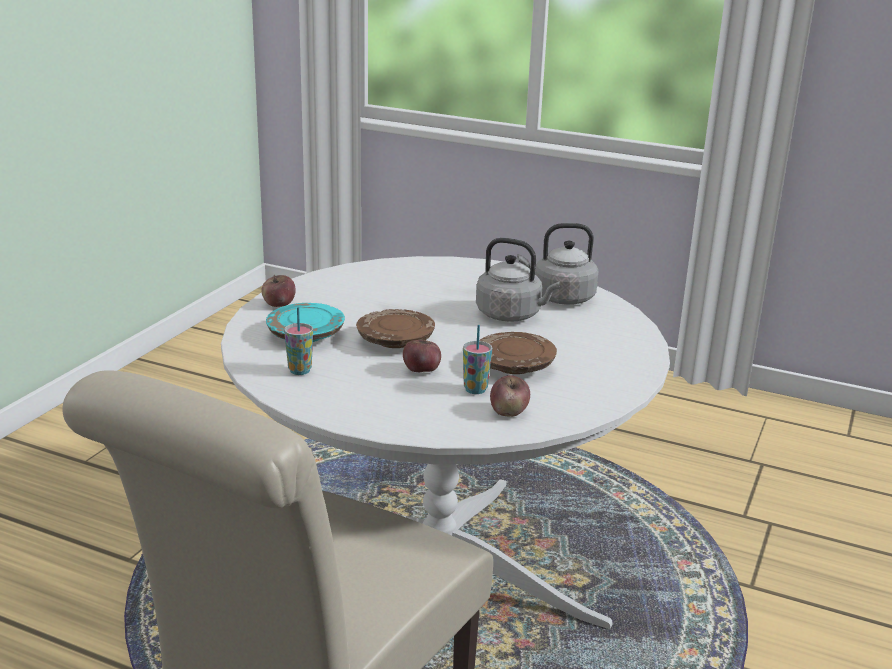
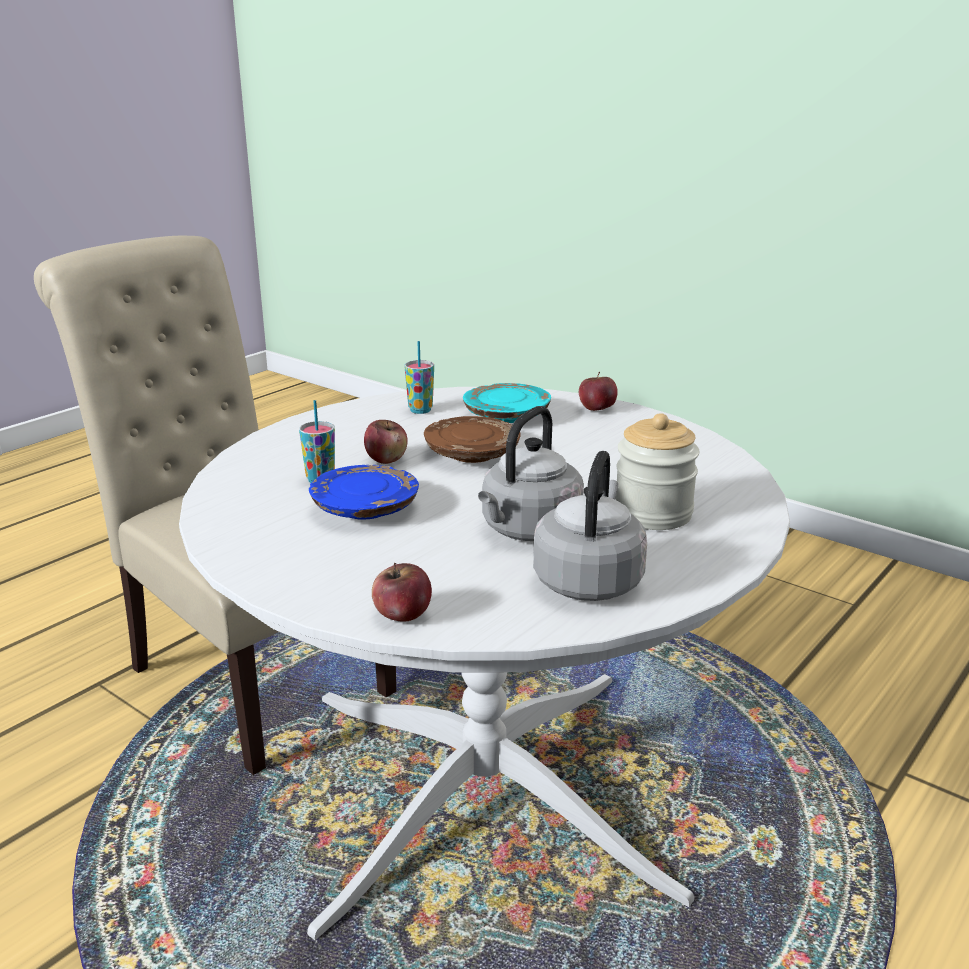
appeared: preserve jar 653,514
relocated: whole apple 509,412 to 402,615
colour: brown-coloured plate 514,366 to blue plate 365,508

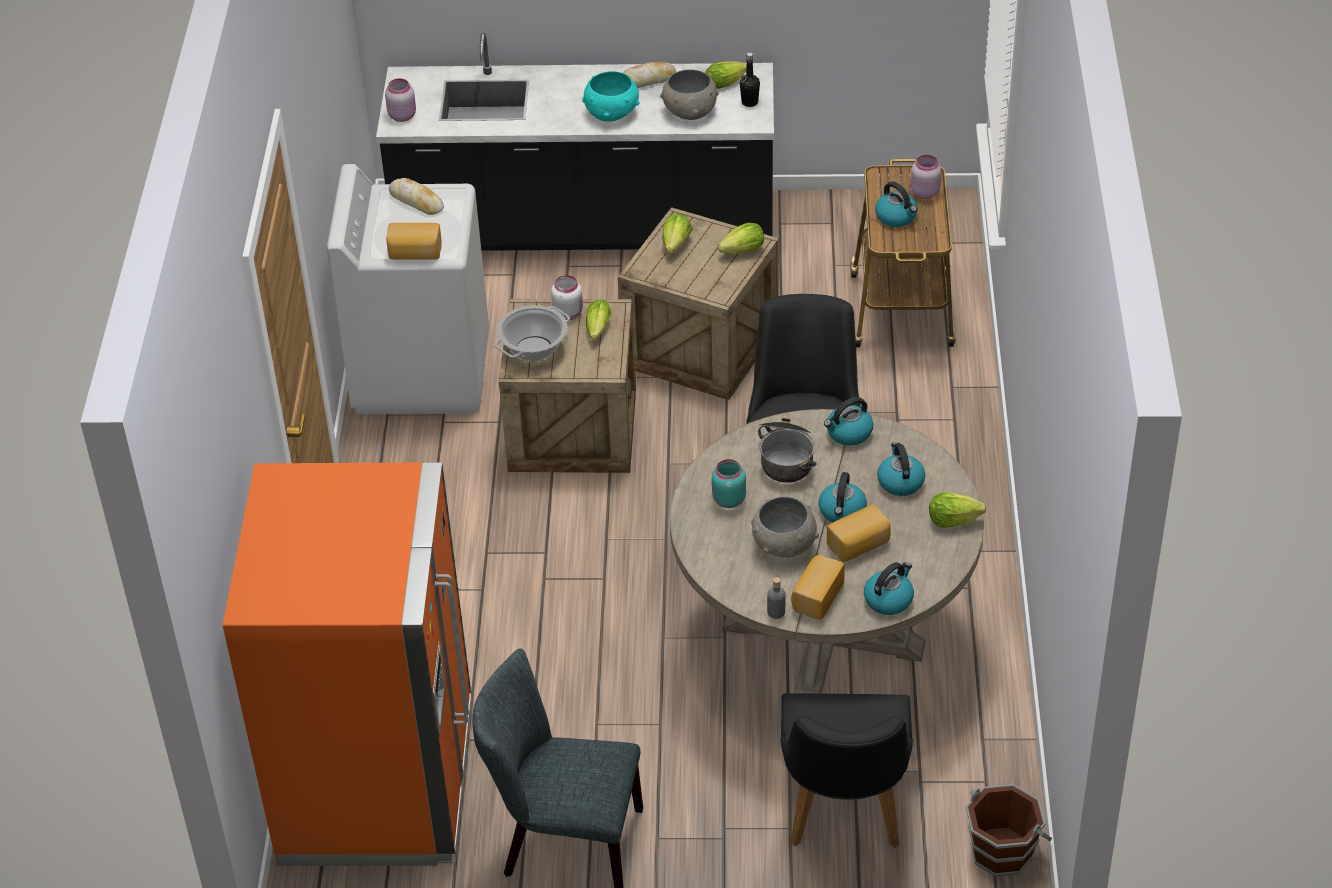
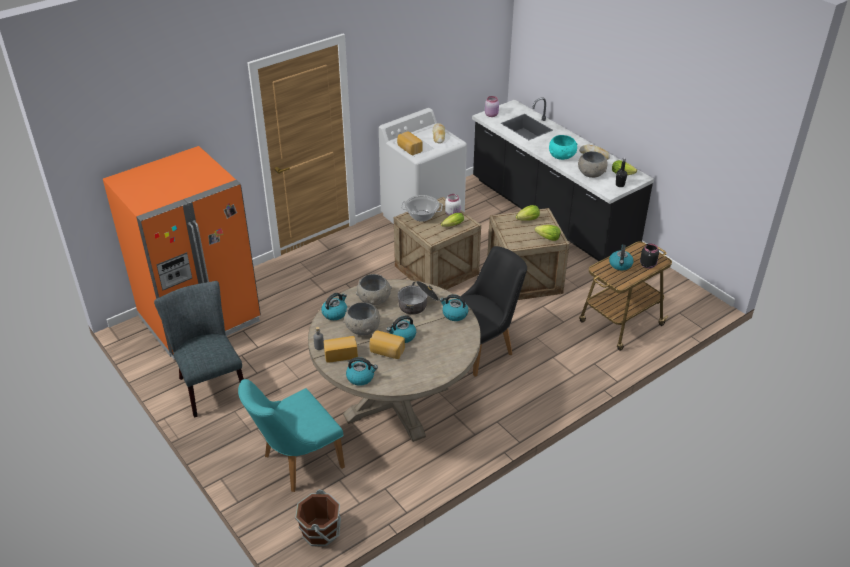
missing: head of lettuce 952,520
relocated: water kettle 900,481 to 335,313
exchanged: turquoise preserve jar 728,500 to greyish serving bowl 374,300
colour: black upright chair 843,815 to turquoise upright chair 296,463; pink preserve jar 925,192 to black preserve jar 648,264

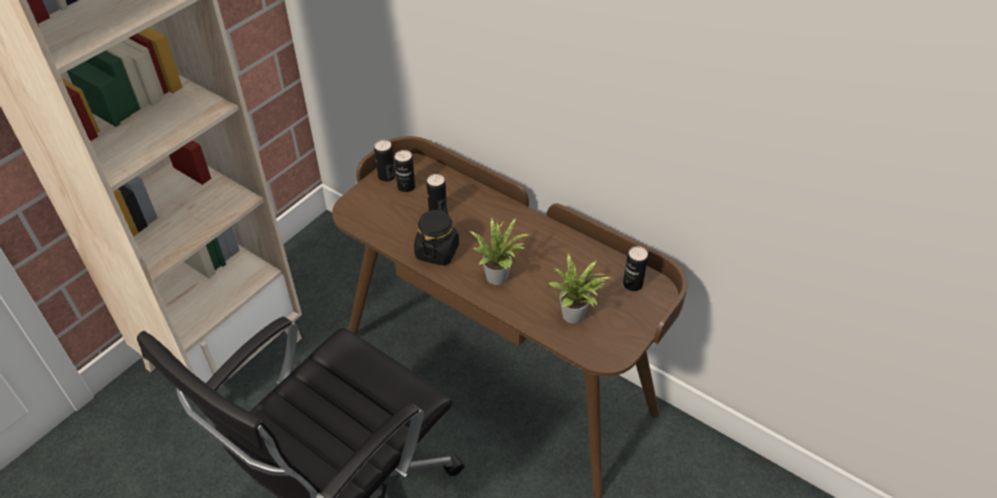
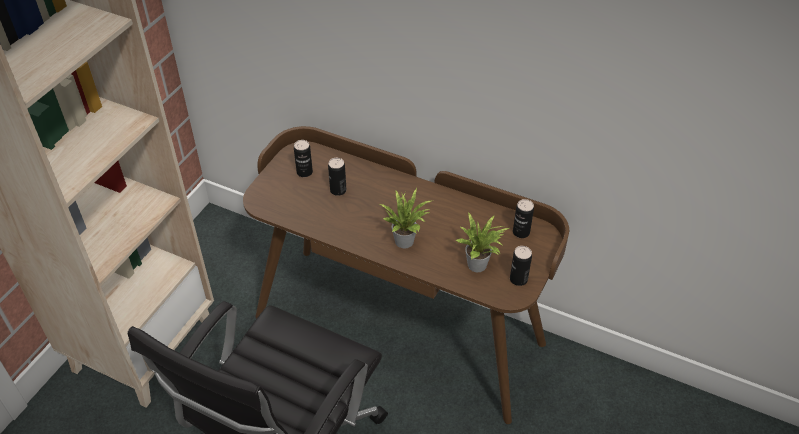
missing: black preserve jar 437,251
relocated: can 386,176 to 518,279

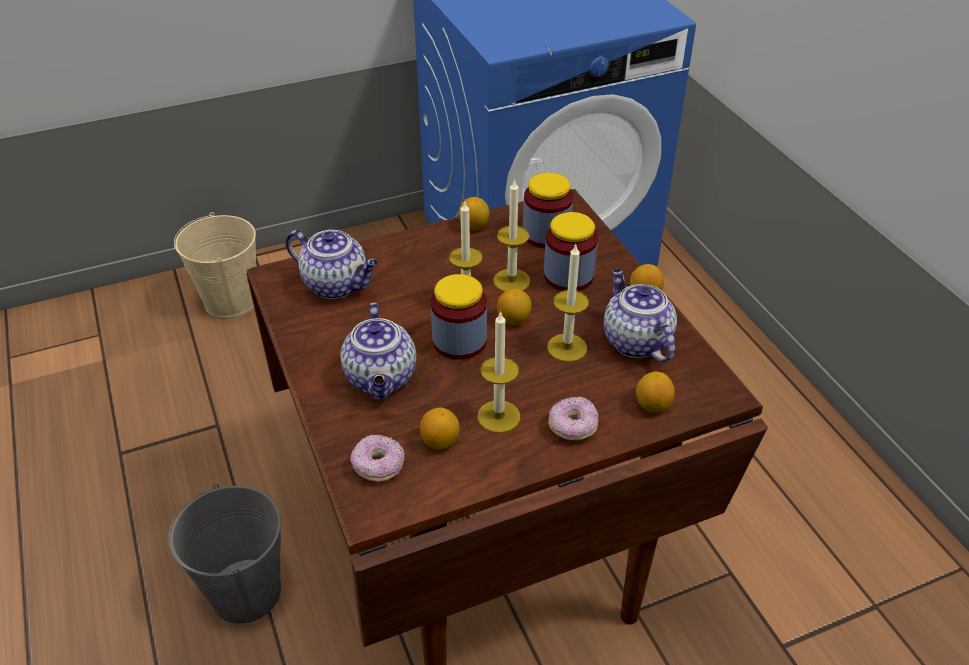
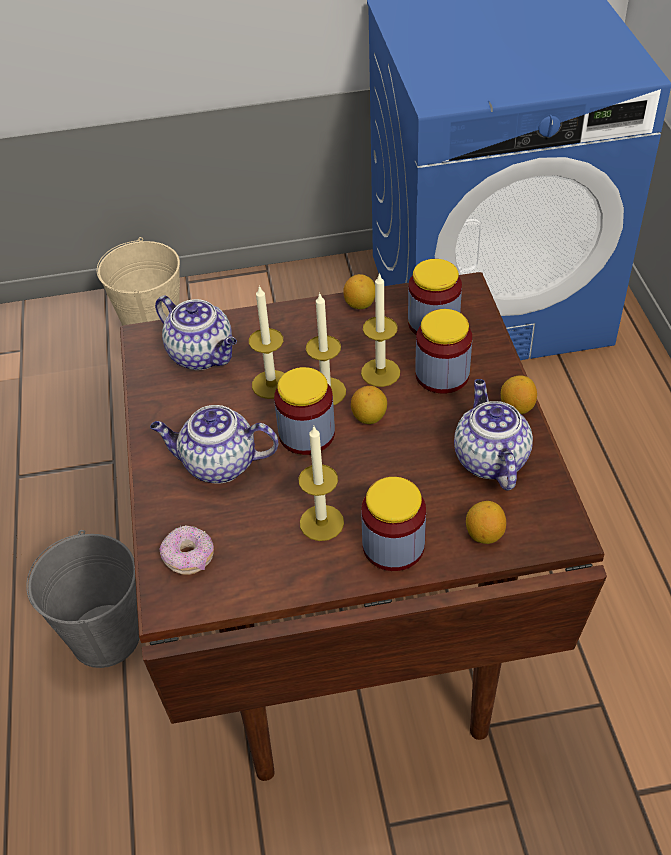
missing: citrus fruit 440,441
relocated: wax candle 567,347 to 271,384
exchanged: doughnut 573,427 to preserve jar 393,546
spun: teapot 382,379 = 218,464 90 degrees clockwise

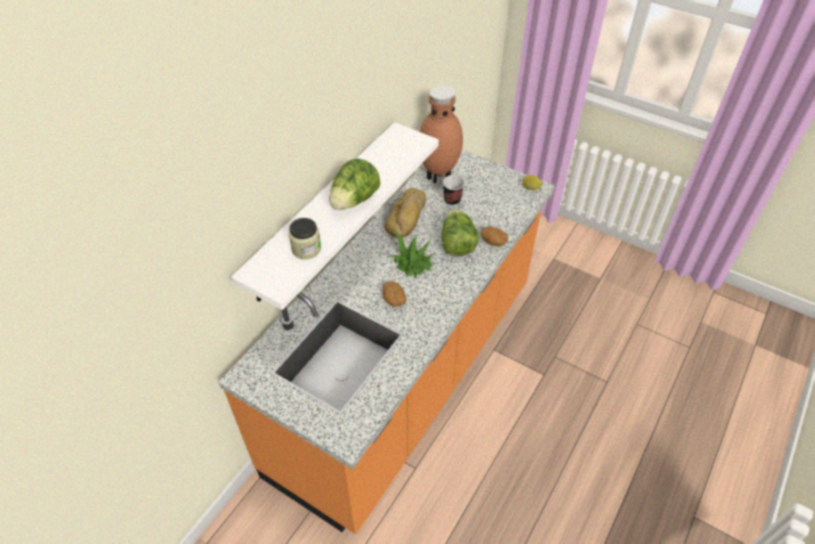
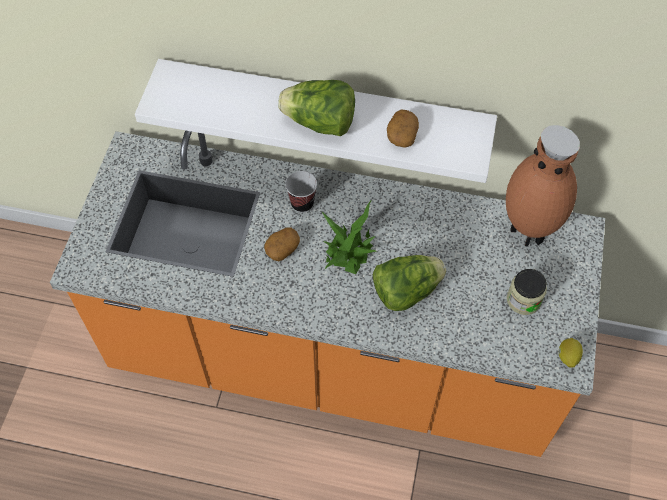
missing: bakery bread 408,217
relocated: preserve jar 306,249 to 523,300; drinking cup 452,200 to 302,203; potato 493,241 to 401,135

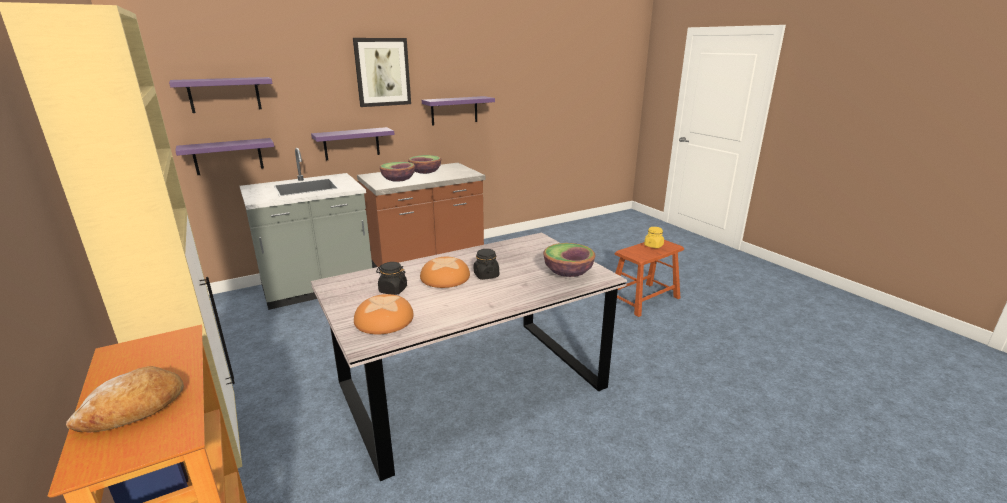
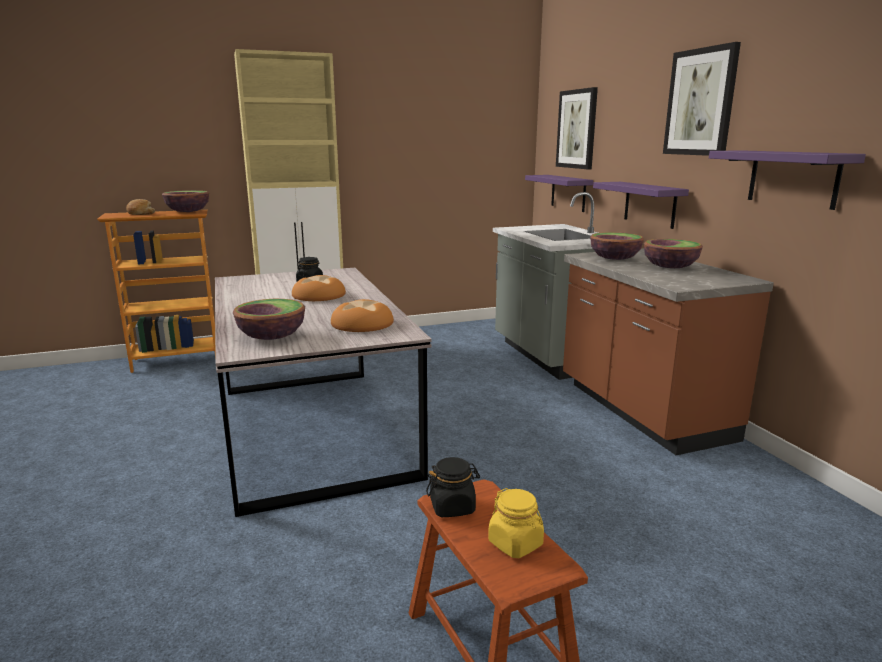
appeared: serving bowl 188,212
relocated: bakery bread 384,319 to 363,324; black preserve jar 486,275 to 452,507
exchanged: purple wall shelf 224,94 to picture 577,129

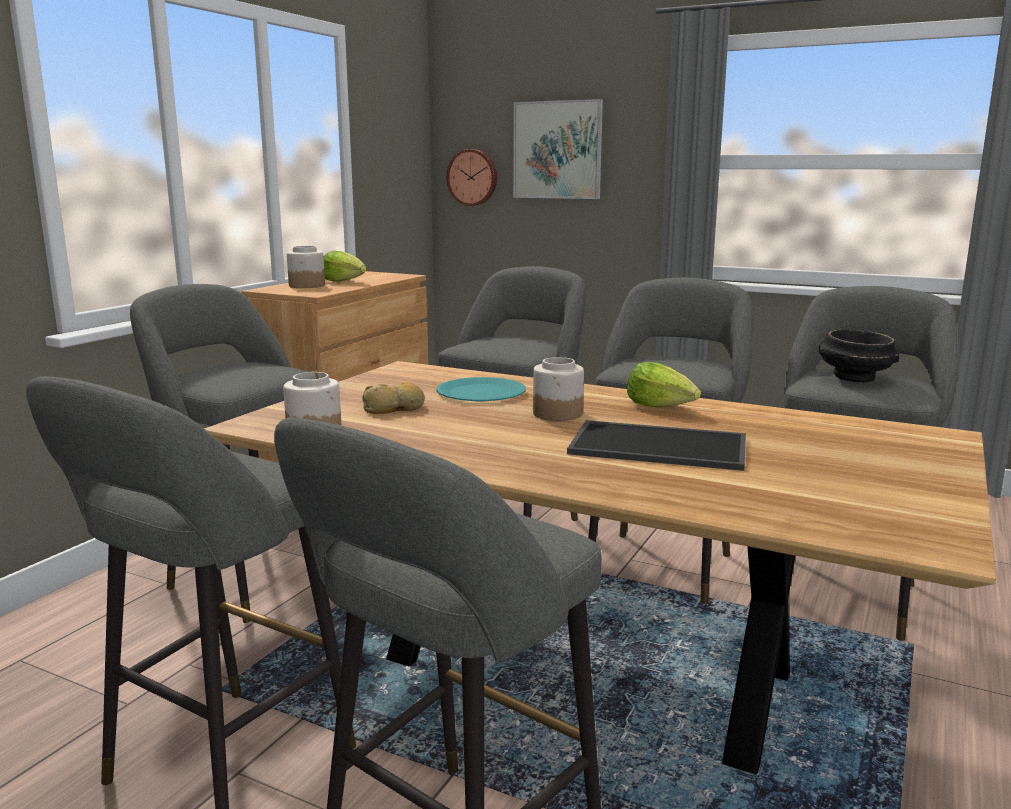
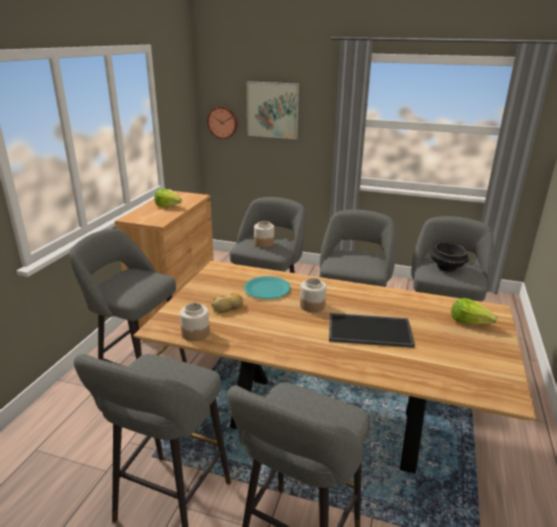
relocated: preserve jar 306,286 to 263,243; head of lettuce 661,406 to 469,322

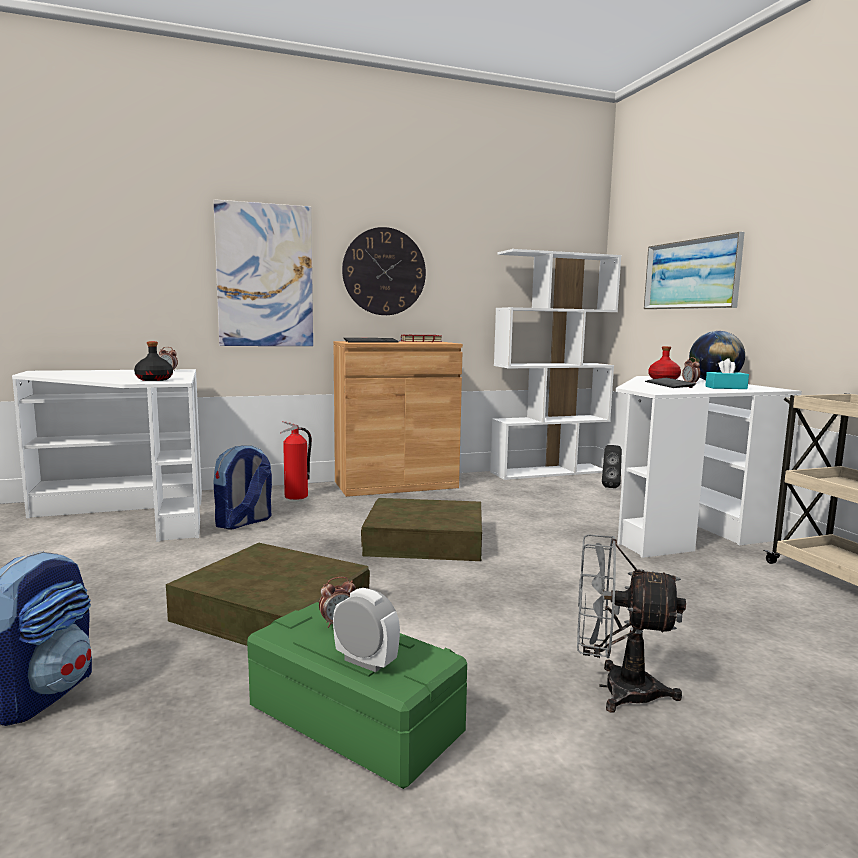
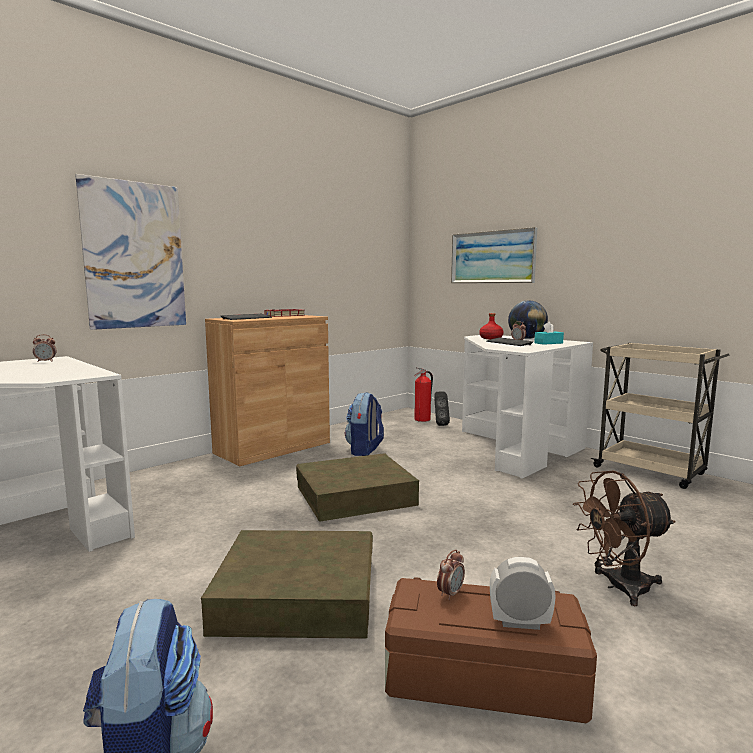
missing: black beverage bottle 154,380; clock on the wall 384,271; white-coloured bookshelf 549,472
relocated: rucksack 243,522 to 365,450; fire-fighting cylinder 296,496 to 422,419
colour: green storage bin 352,720 to brown-coloured storage bin 482,678; greyish cooling fan 615,689 to brown-coloured cooling fan 619,587

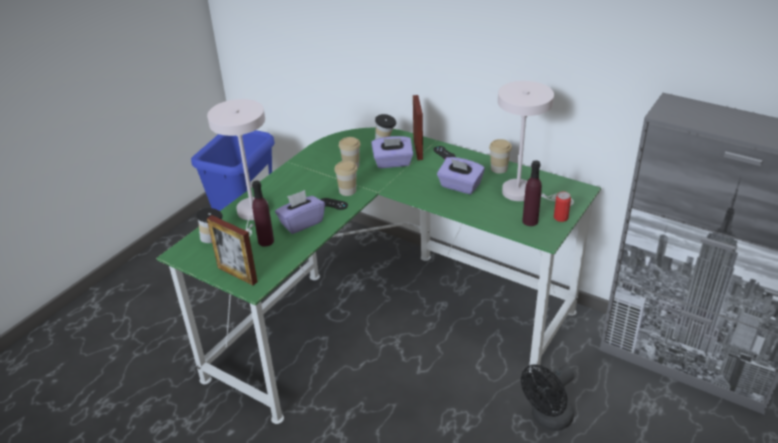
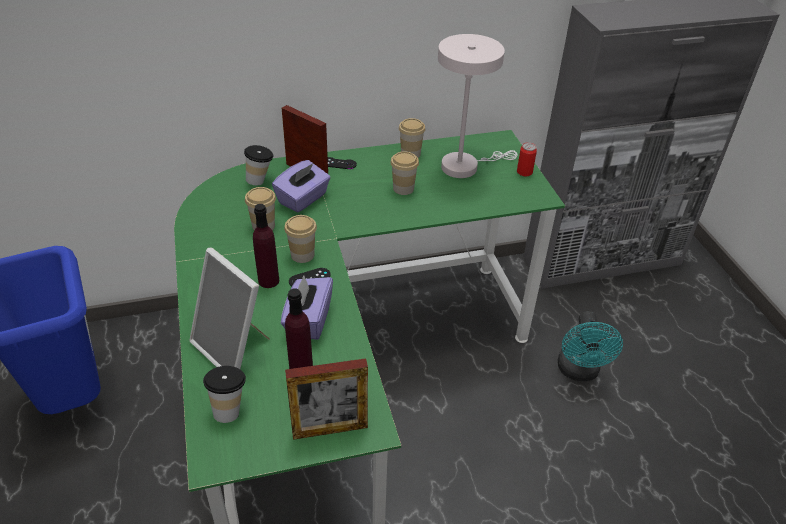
relocated: purple beverage bottle 530,221 to 268,280
exchanged: white-coloured lamp for a table 252,214 to picture frame 234,348; purple box of tissues 460,186 to drinking cup 403,188
colour: black cooling fan 547,419 to turquoise cooling fan 579,372

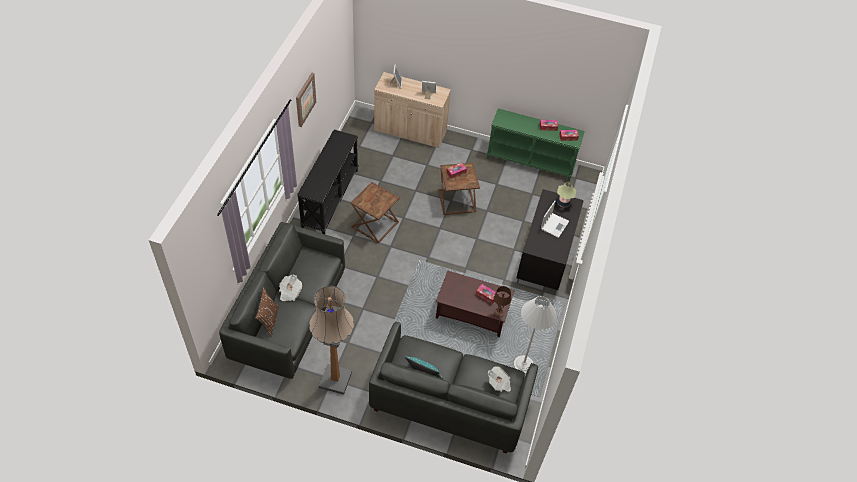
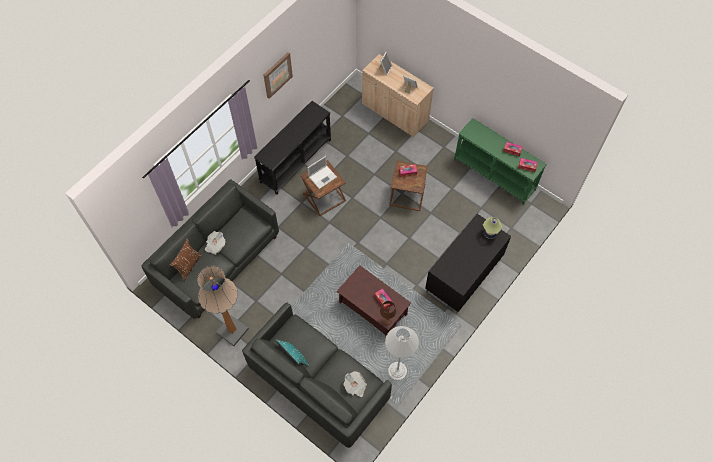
relocated: portable computer 554,225 to 323,176

